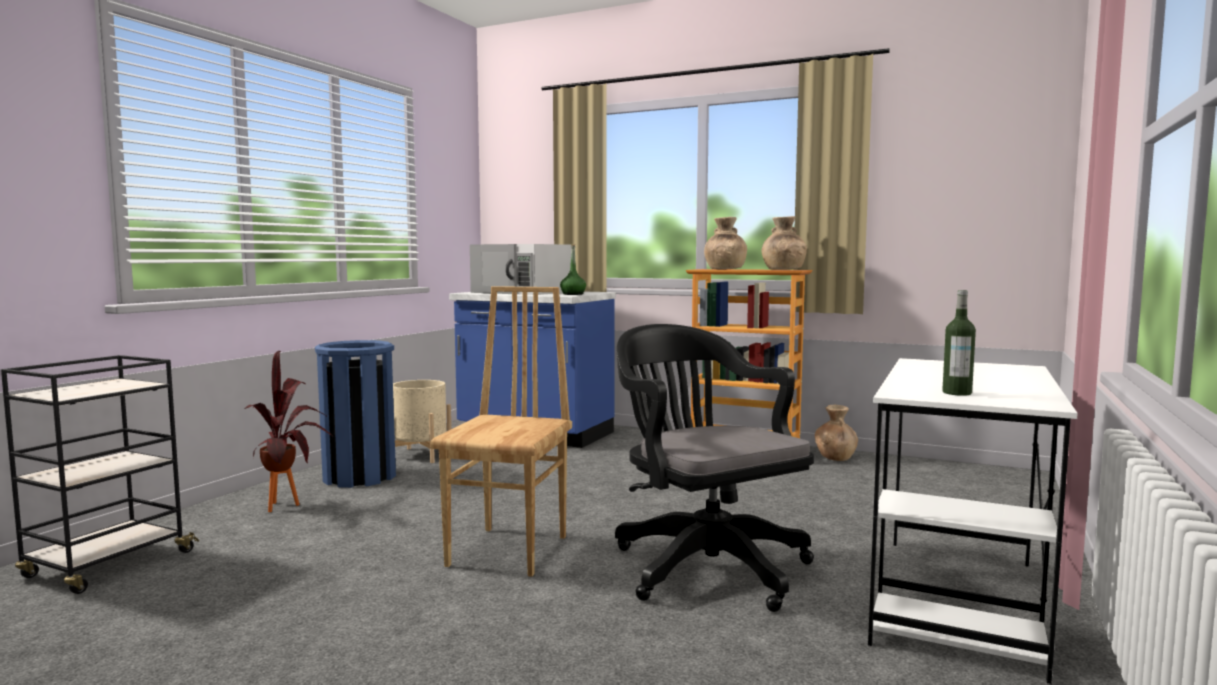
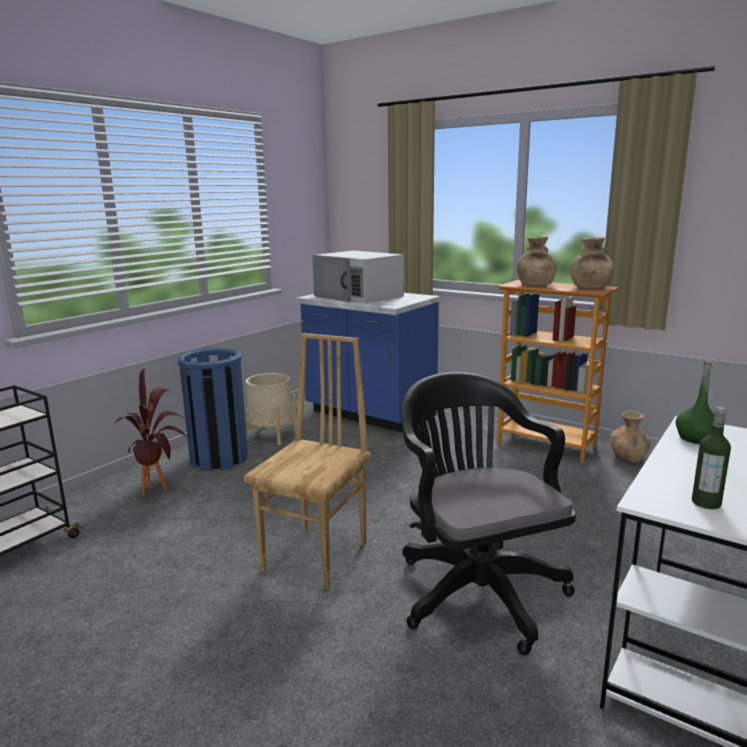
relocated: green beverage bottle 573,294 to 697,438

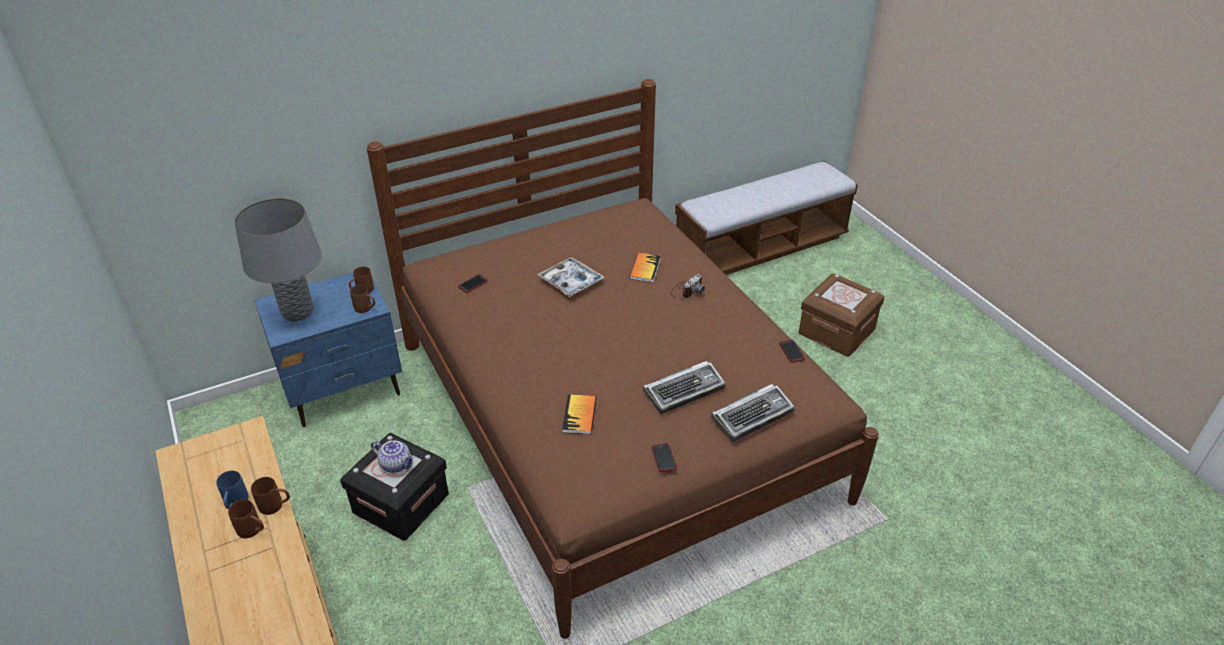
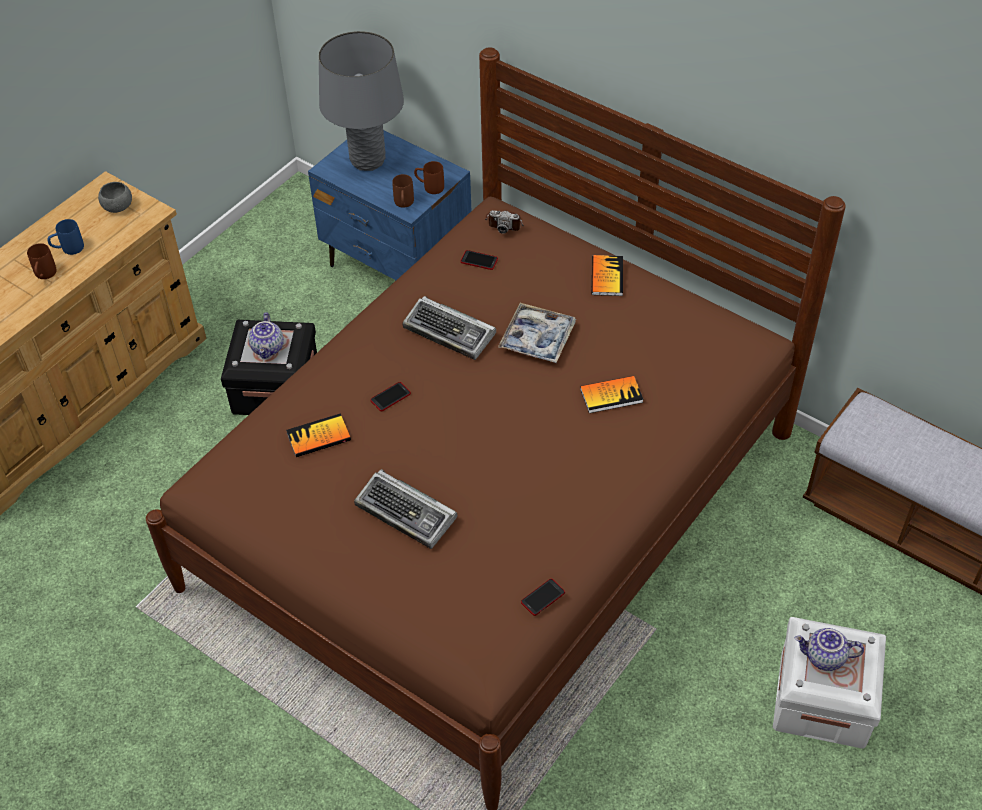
missing: brown-coloured coffee mug 276,506
appeared: greyish serving bowl 118,207; volume 607,277; teapot 824,658
relocated: telephone 664,458 to 390,397; photo camera 686,290 to 505,223; keyboard 753,416 to 450,332
colour: brown-coloured storage bin 836,331 to white-coloured storage bin 822,699

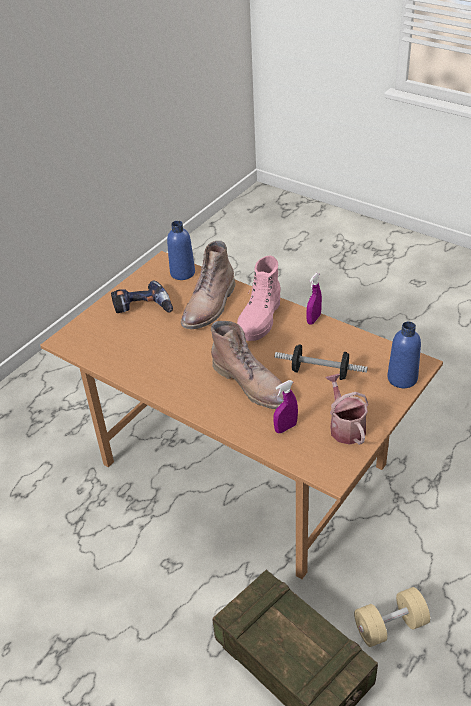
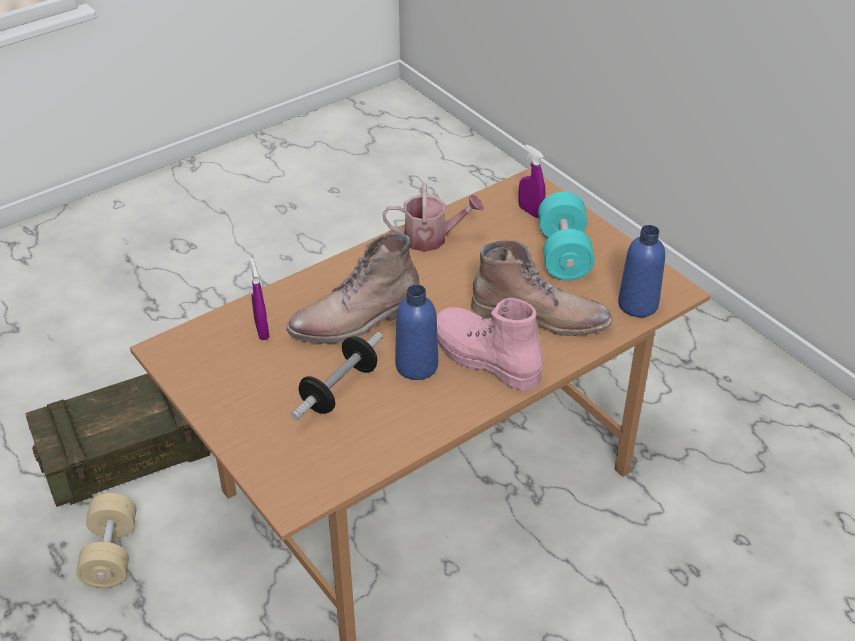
relocated: purple hand sprayer 313,319 to 530,211; watering can 345,426 to 432,238; blue beverage bottle 402,378 to 416,366
exchanged: drill 143,309 to turquoise free weight 563,254
spun: brown-coloured high-top boot 210,306 = 541,316 150 degrees clockwise

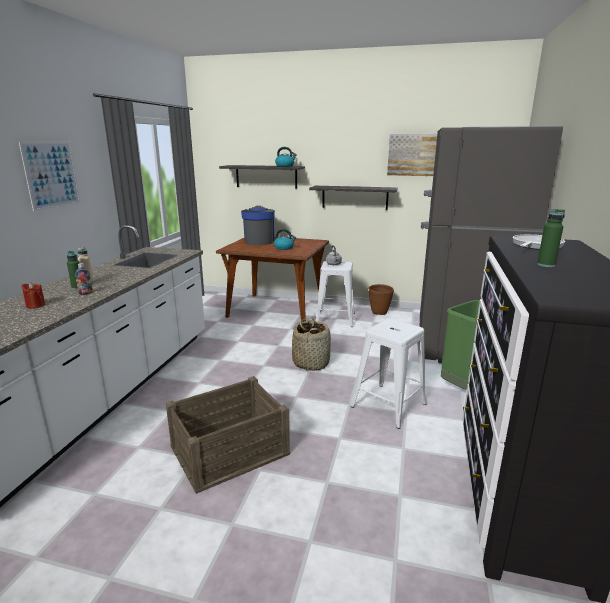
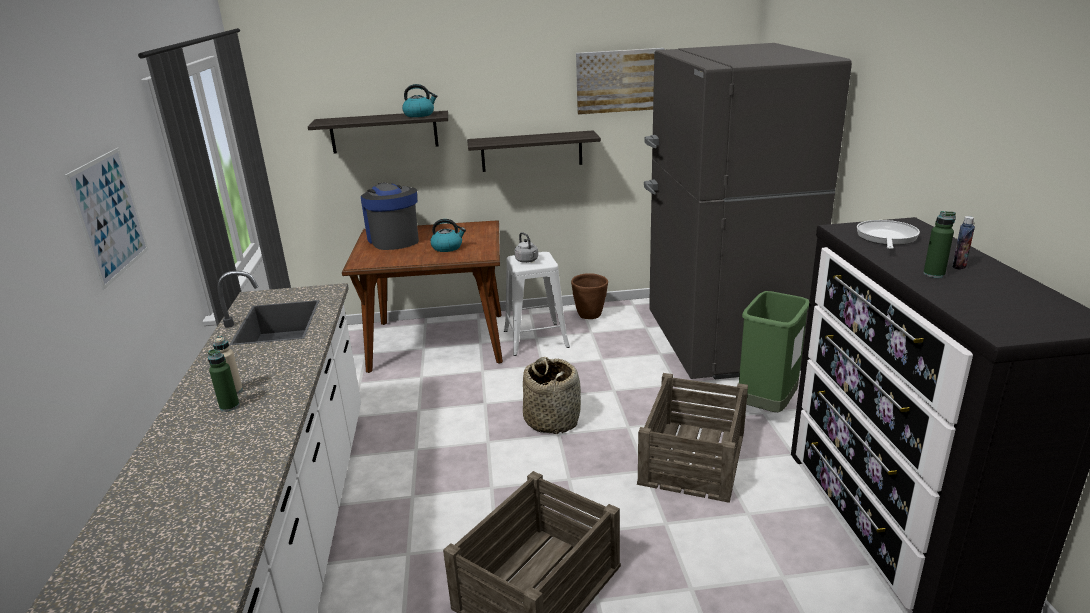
missing: red-coloured wax candle 35,305
relocated: beverage bottle 86,293 to 959,266
exchanged: white-coloured sitting stool 389,405 to shipping crate 693,458

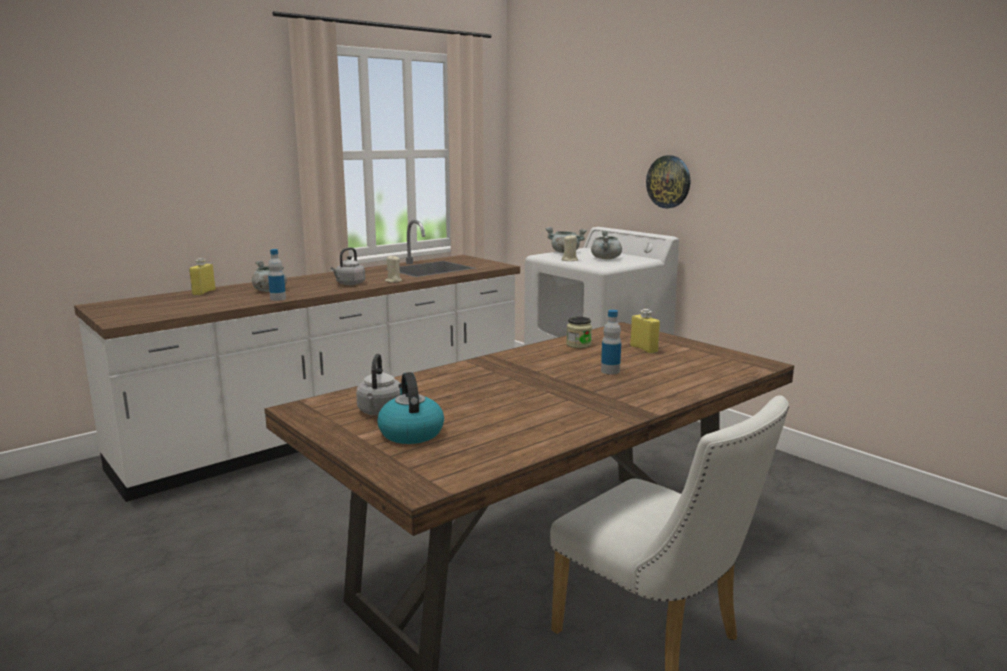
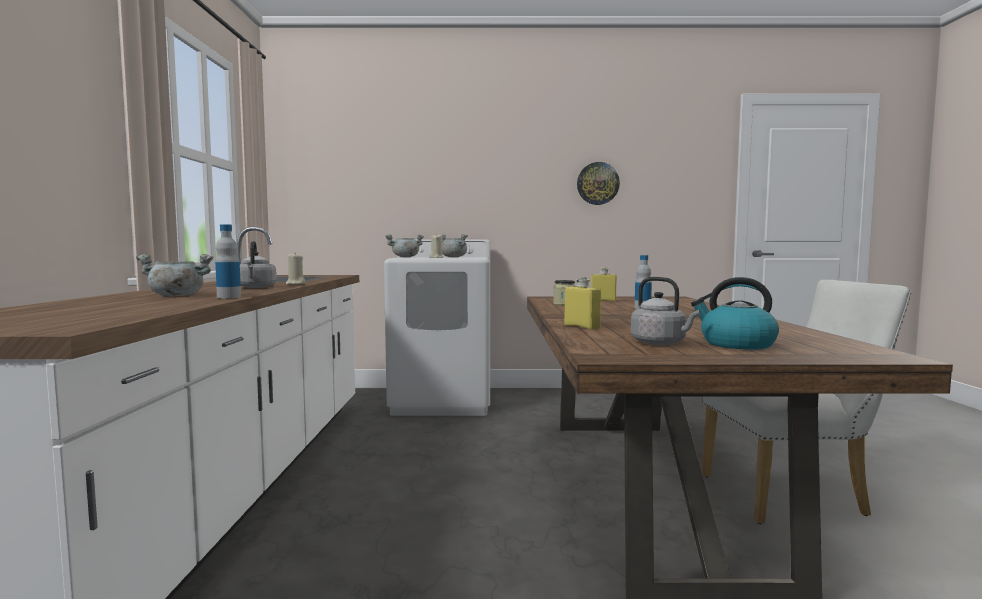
relocated: yellowish beverage bottle 204,292 to 582,327; clock on the wall 668,182 to 597,183

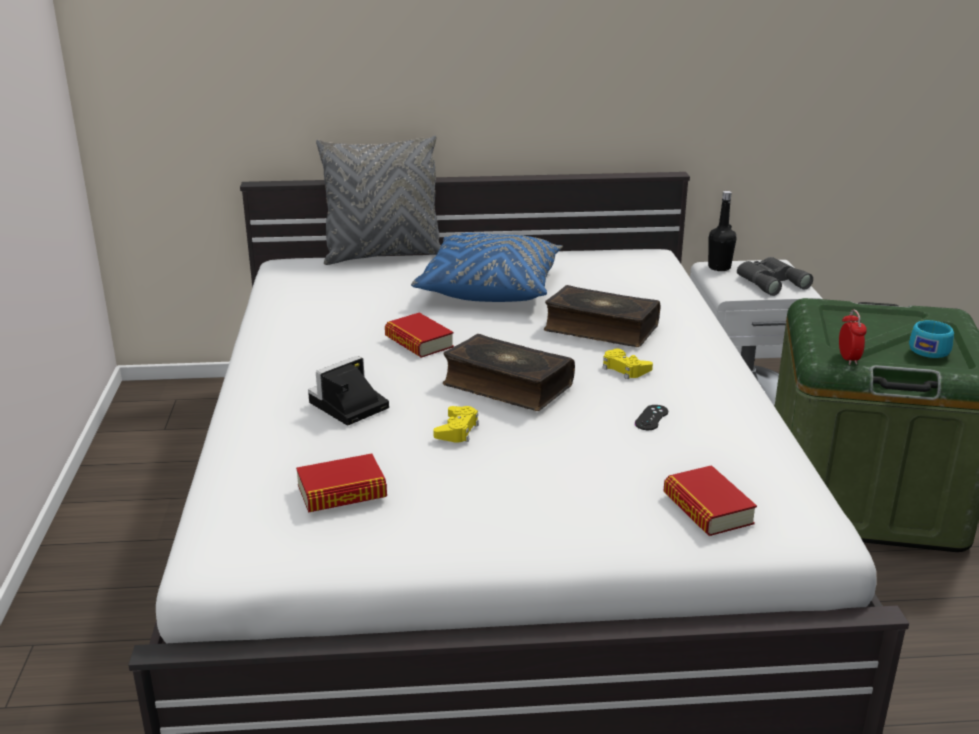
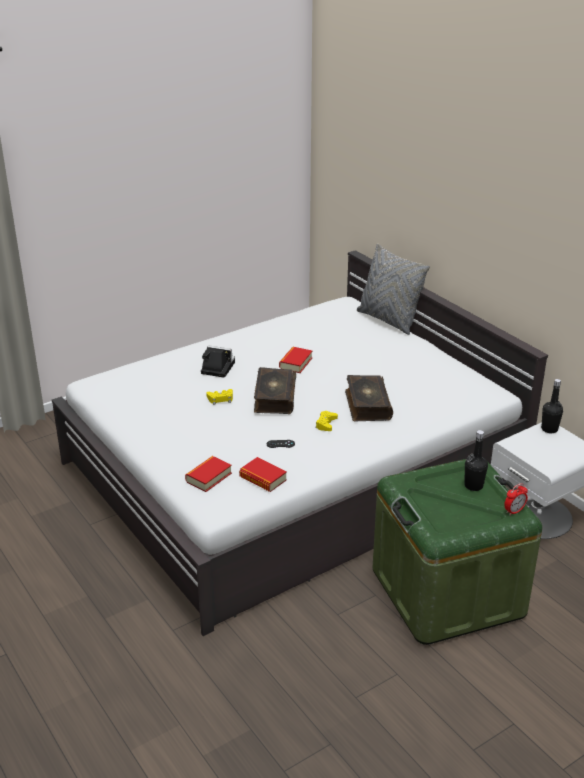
missing: blue pillow 490,288; greyish binoculars 770,281; turquoise drinking cup 930,349
appeared: black beverage bottle 473,486
relocated: volume 342,492 to 263,478; table clock 848,359 to 514,511

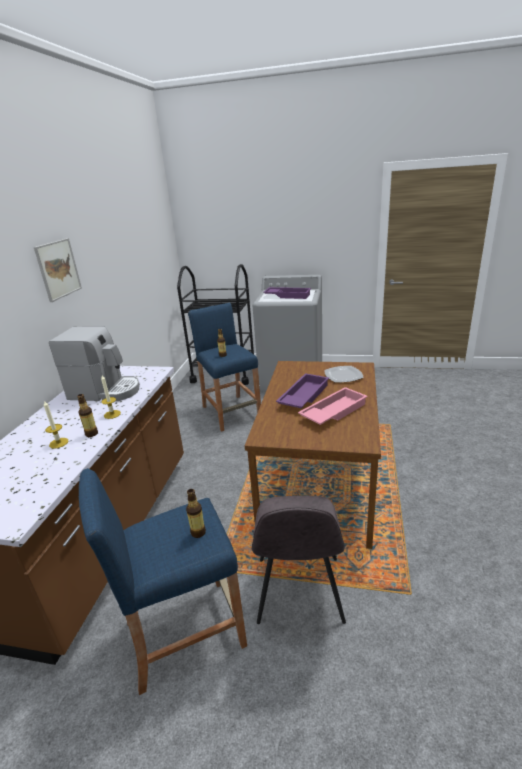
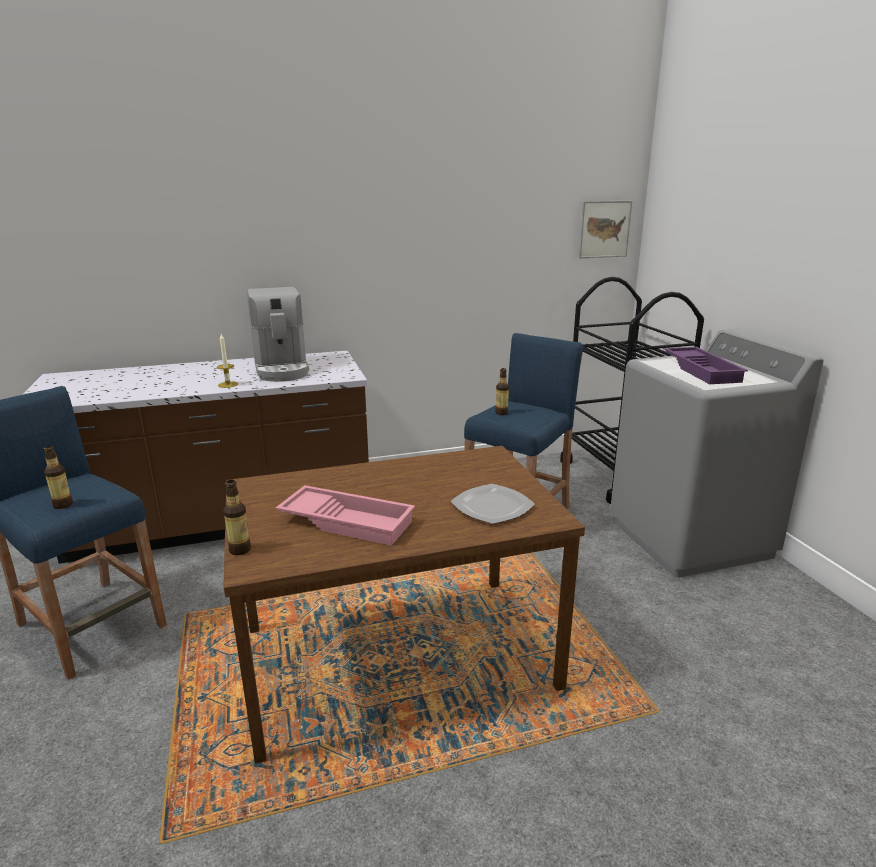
missing: wax candle 58,443; greyish upright chair 299,592; purple serving tray 303,396
relocated: picture 58,269 to 604,229; beverage bottle 91,434 to 240,550

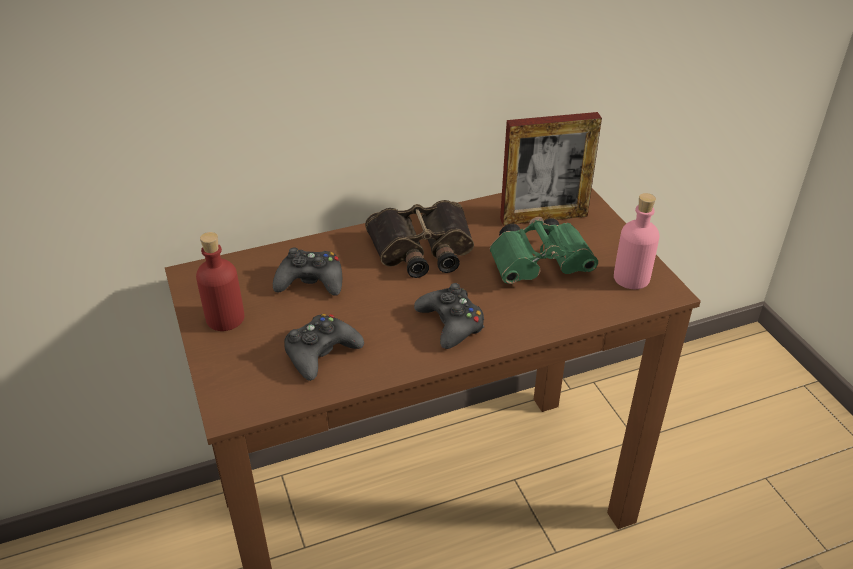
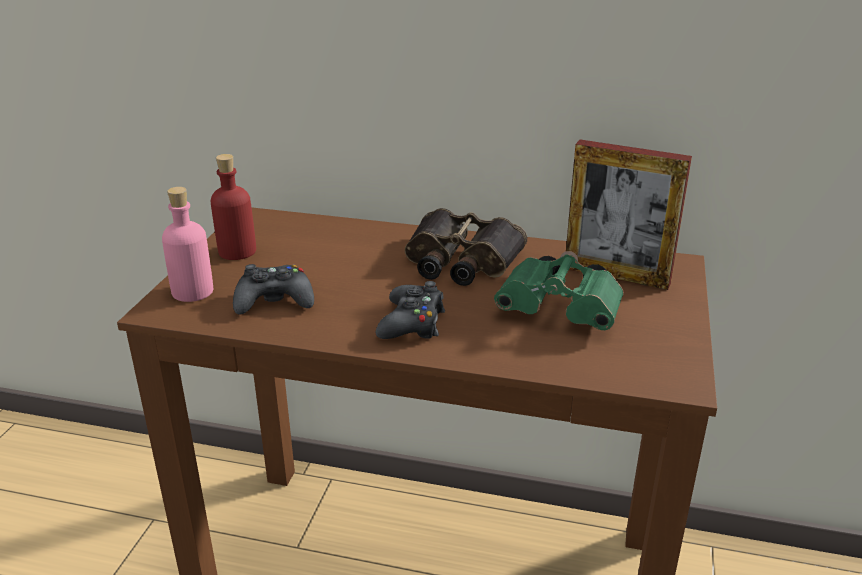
missing: black joypad 311,281
relocated: pink beverage bottle 631,278 to 193,291

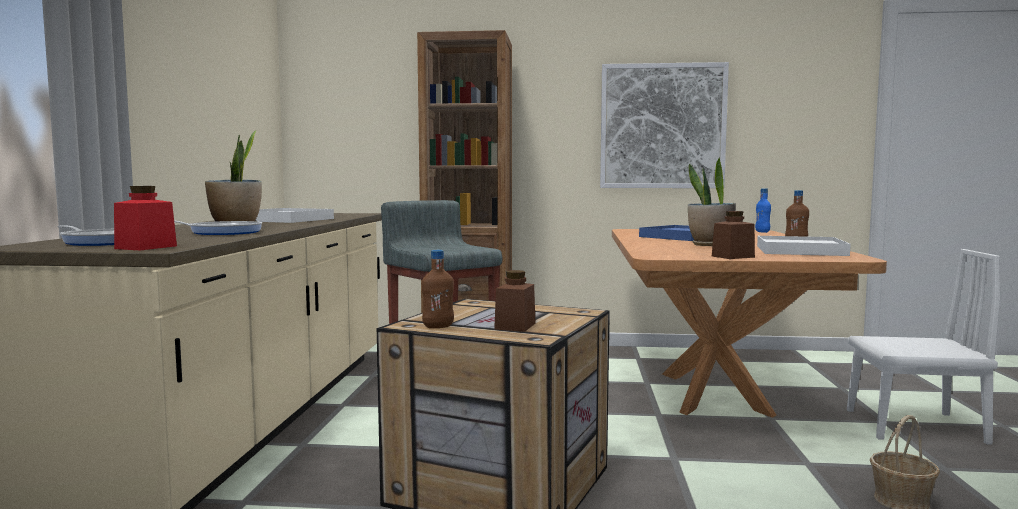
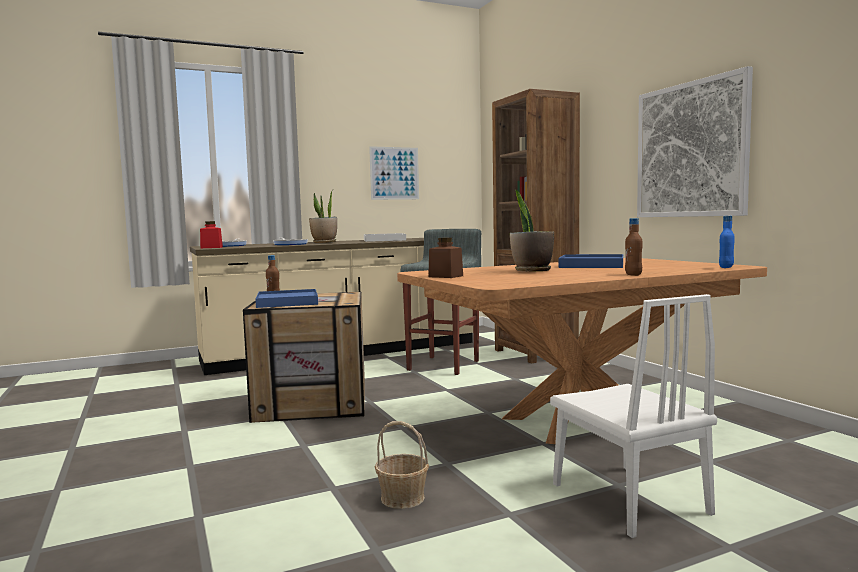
missing: white-coloured serving tray 800,251
appeared: picture 394,173
exchanged: brown-coloured preserve jar 515,326 to blue serving tray 287,302

